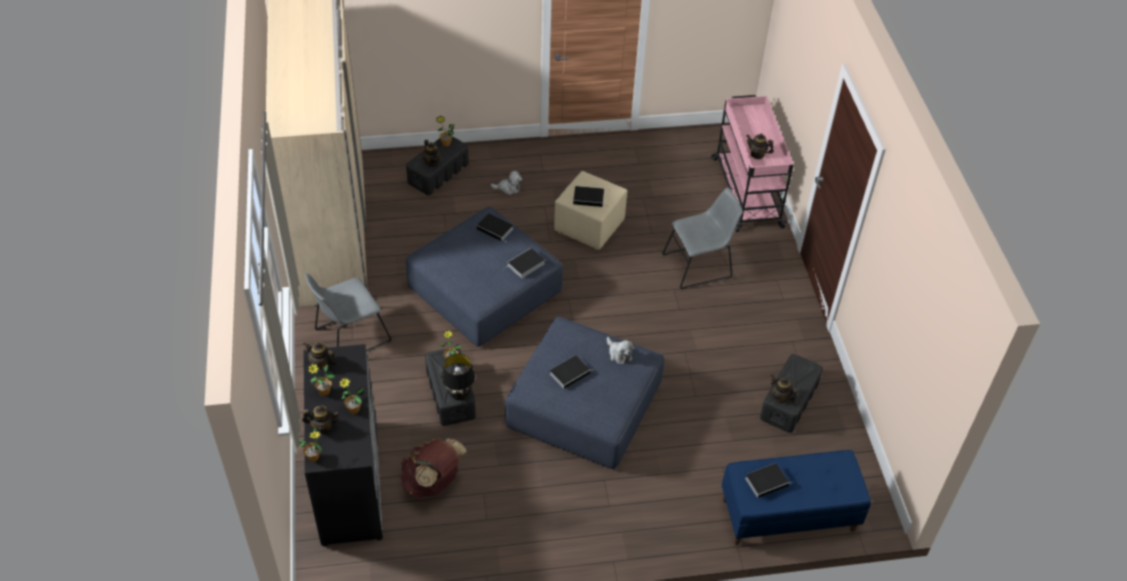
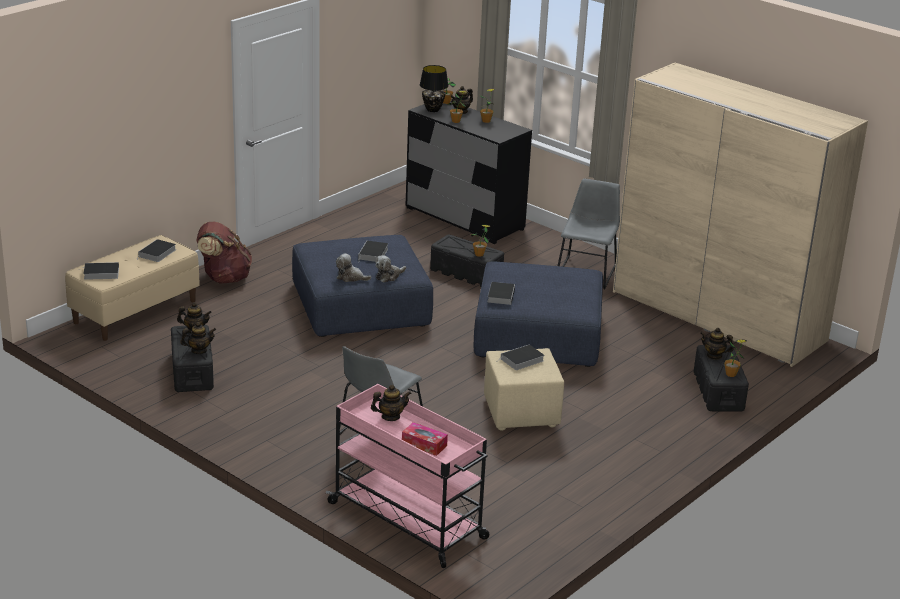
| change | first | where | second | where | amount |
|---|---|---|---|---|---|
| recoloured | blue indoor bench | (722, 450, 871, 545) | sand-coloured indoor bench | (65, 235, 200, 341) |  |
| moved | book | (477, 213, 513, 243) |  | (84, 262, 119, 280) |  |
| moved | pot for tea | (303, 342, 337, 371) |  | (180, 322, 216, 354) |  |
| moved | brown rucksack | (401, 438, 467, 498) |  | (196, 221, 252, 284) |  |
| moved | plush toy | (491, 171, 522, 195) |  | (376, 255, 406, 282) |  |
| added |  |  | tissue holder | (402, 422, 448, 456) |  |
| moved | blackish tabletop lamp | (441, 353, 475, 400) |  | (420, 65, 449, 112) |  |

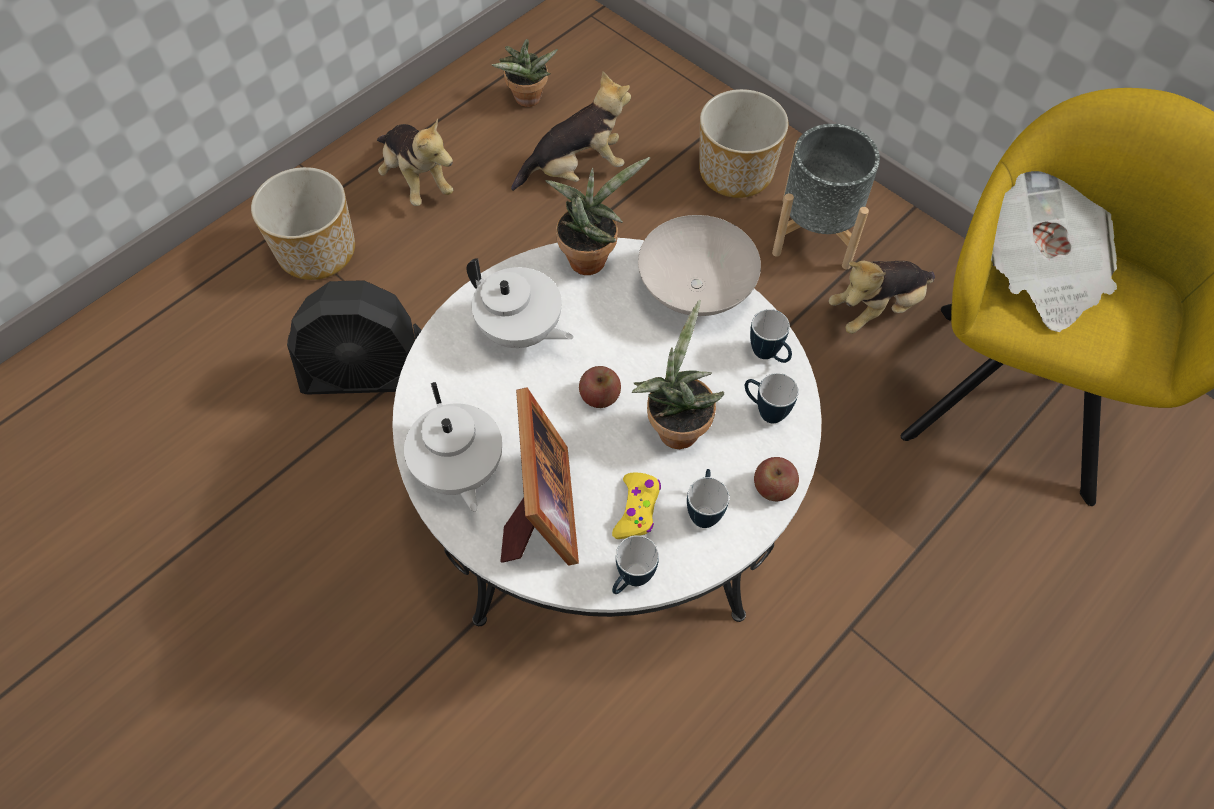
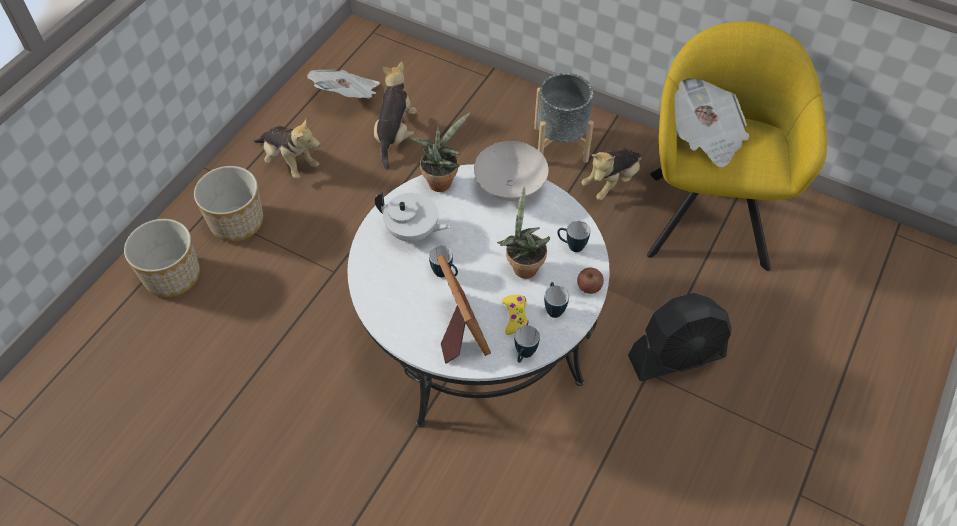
| change | first | where | second | where | amount |
|---|---|---|---|---|---|
| moved | planter | (699, 89, 788, 198) |  | (124, 219, 200, 297) |  |
| replaced | houseplant | (492, 39, 558, 107) | newspaper | (307, 70, 380, 98) |  |
| turned | plush toy | (511, 71, 631, 191) |  | (374, 62, 417, 170) | 45 degrees counterclockwise |
| moved | mug | (750, 309, 792, 363) |  | (429, 246, 458, 277) |  |
| moved | blackish cooling fan | (287, 280, 422, 394) |  | (628, 293, 732, 381) |  |
| removed | white-coloured pot for tea | (404, 382, 502, 512) |  |  |  |
| removed | whole apple | (579, 366, 621, 408) |  |  |  |

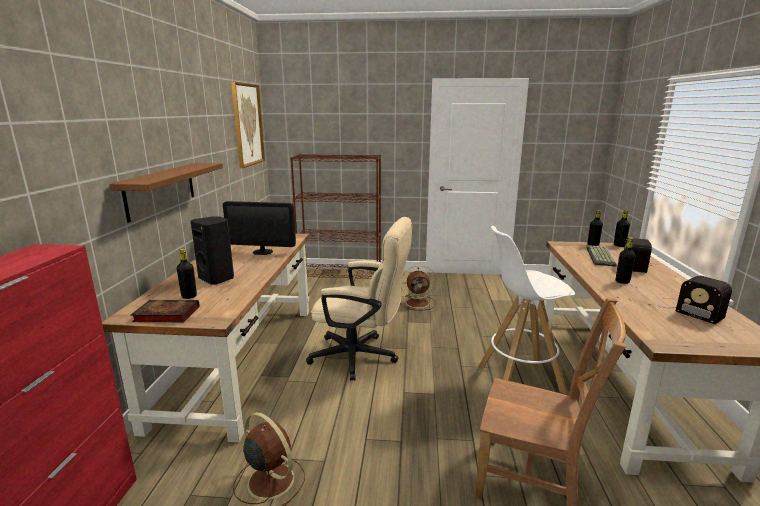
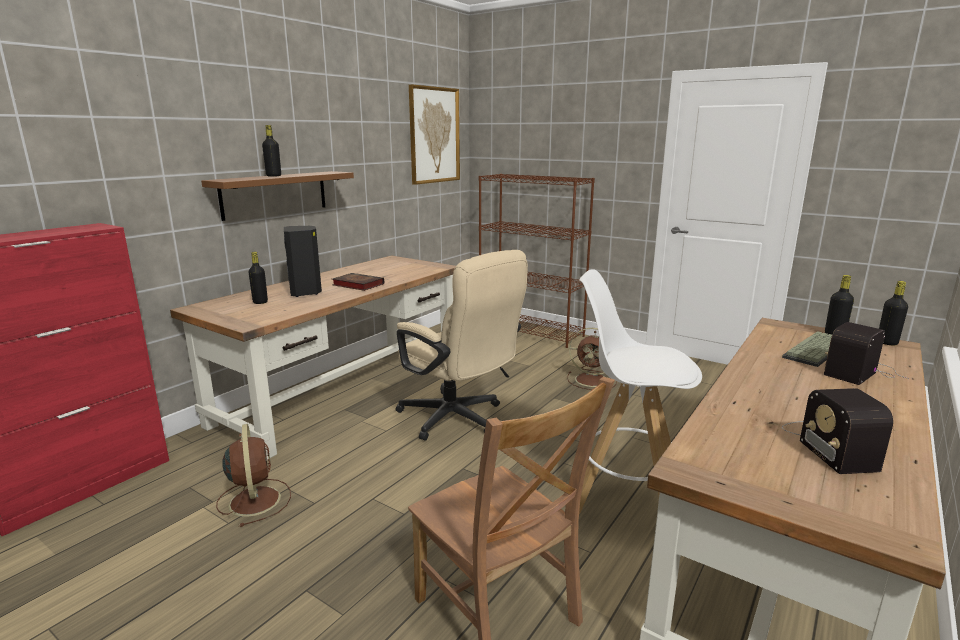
| change | first | where | second | where | amount |
|---|---|---|---|---|---|
| moved | blackish drink bottle | (616, 237, 636, 284) |  | (262, 125, 281, 177) |  |
| moved | book | (131, 300, 199, 322) |  | (332, 273, 384, 291) |  |
| removed | computer display | (223, 201, 296, 255) |  |  |  |

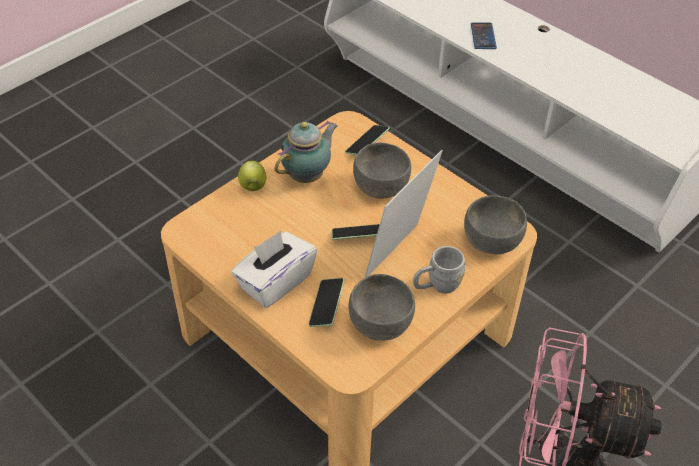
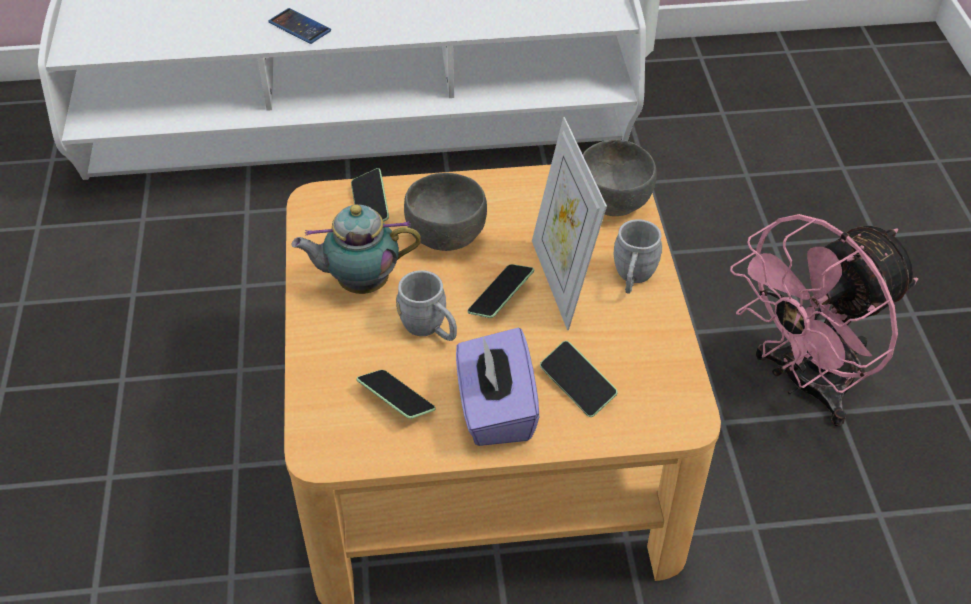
| change | first | where | second | where | amount |
|---|---|---|---|---|---|
| turned | pot for tea | (274, 121, 338, 183) |  | (291, 204, 421, 294) | 90 degrees counterclockwise |
| added |  |  | handset | (356, 370, 436, 419) |  |
| added |  |  | gray mug | (396, 270, 457, 341) |  |
| recoloured | white-coloured tissue holder | (231, 231, 317, 308) | purple-coloured tissue holder | (456, 327, 539, 446) |  |
| removed | whole apple | (238, 161, 266, 191) |  |  |  |
| removed | gray deep dish | (349, 274, 415, 340) |  |  |  |

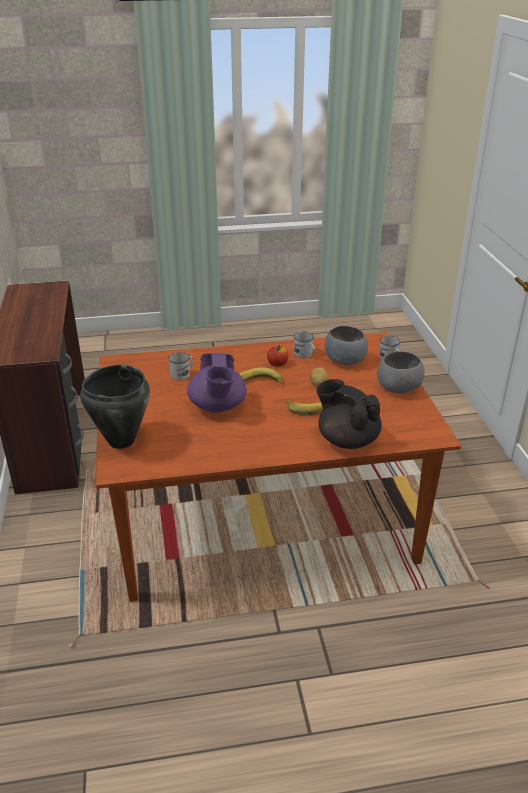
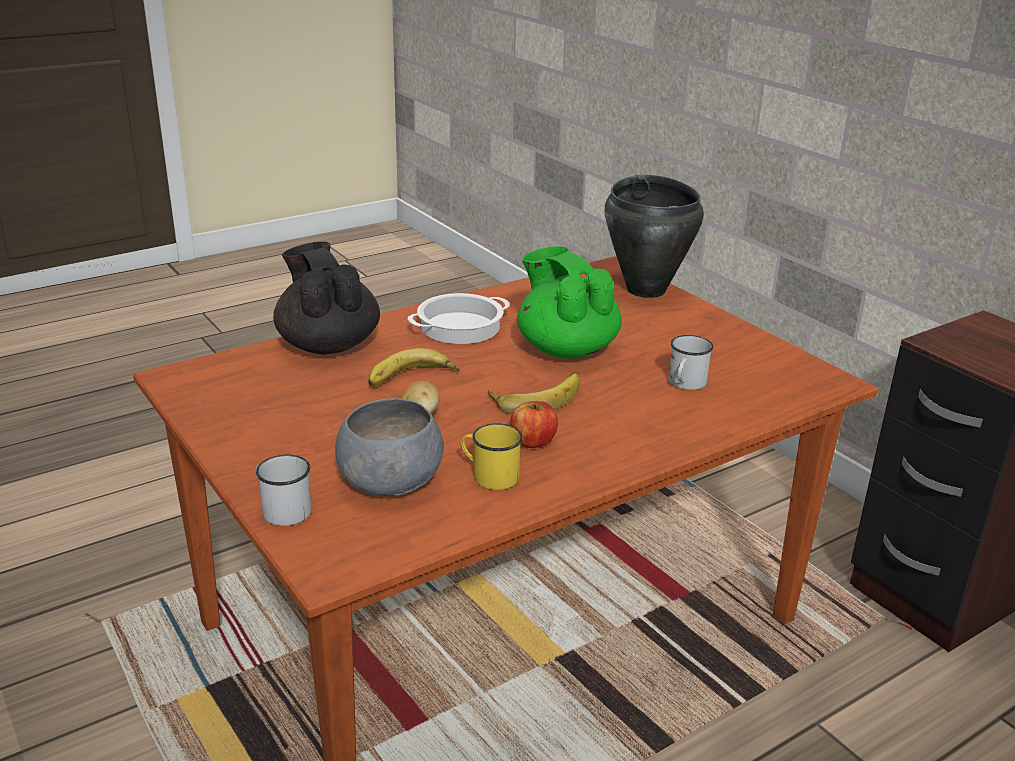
| change | first | where | second | where | amount |
|---|---|---|---|---|---|
| turned | blackish pot for tea | (316, 379, 382, 449) |  | (273, 242, 380, 354) | 135 degrees counterclockwise |
| added |  |  | stockpot | (408, 293, 510, 344) |  |
| recoloured | white-coloured mug | (294, 331, 315, 358) | yellow-coloured mug | (461, 423, 523, 490) |  |
| recoloured | purple-coloured pot for tea | (187, 353, 247, 413) | greenish pot for tea | (517, 246, 622, 359) |  |
| removed | gray deep dish | (377, 351, 425, 394) |  |  |  |

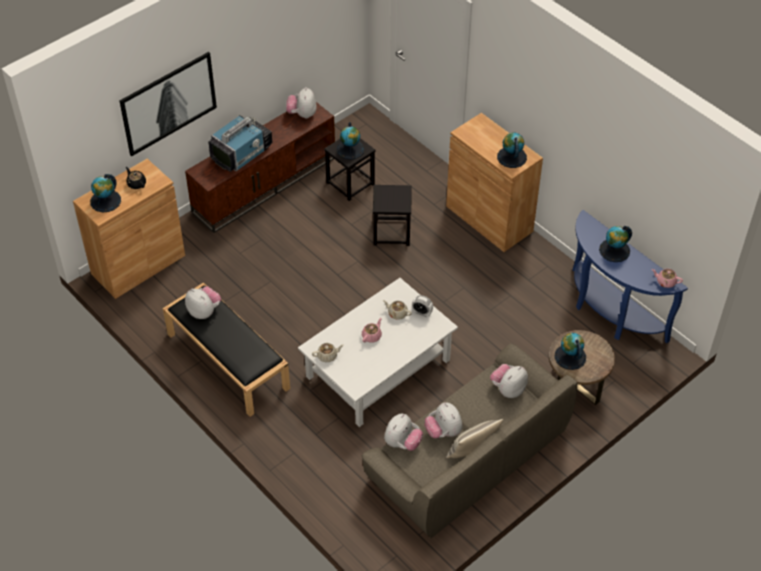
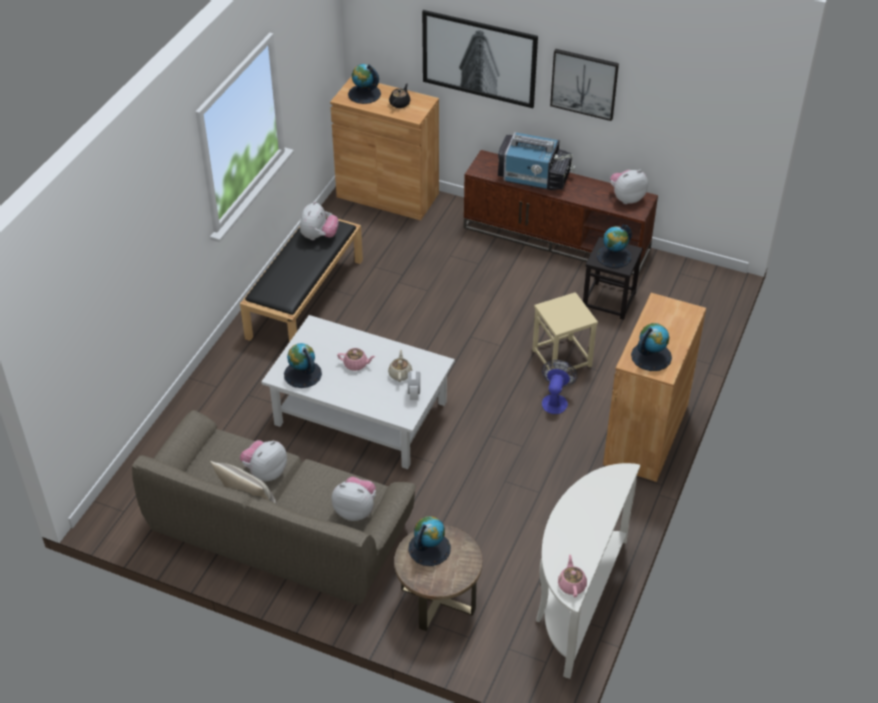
| change | first | where | second | where | amount |
|---|---|---|---|---|---|
| moved | desk globe | (599, 226, 632, 262) |  | (284, 343, 322, 388) |  |
| recoloured | blackish stool seat | (373, 185, 412, 246) | sand-coloured stool seat | (532, 292, 598, 372) |  |
| recoloured | blue narrow table | (572, 210, 688, 343) | white-coloured narrow table | (536, 463, 640, 679) |  |
| added |  |  | cooling fan | (542, 360, 577, 414) |  |
| added |  |  | wall picture | (550, 49, 619, 121) |  |
| removed | sand-coloured pot for tea | (312, 343, 344, 362) |  |  |  |
| removed | plush toy | (384, 414, 423, 451) |  |  |  |

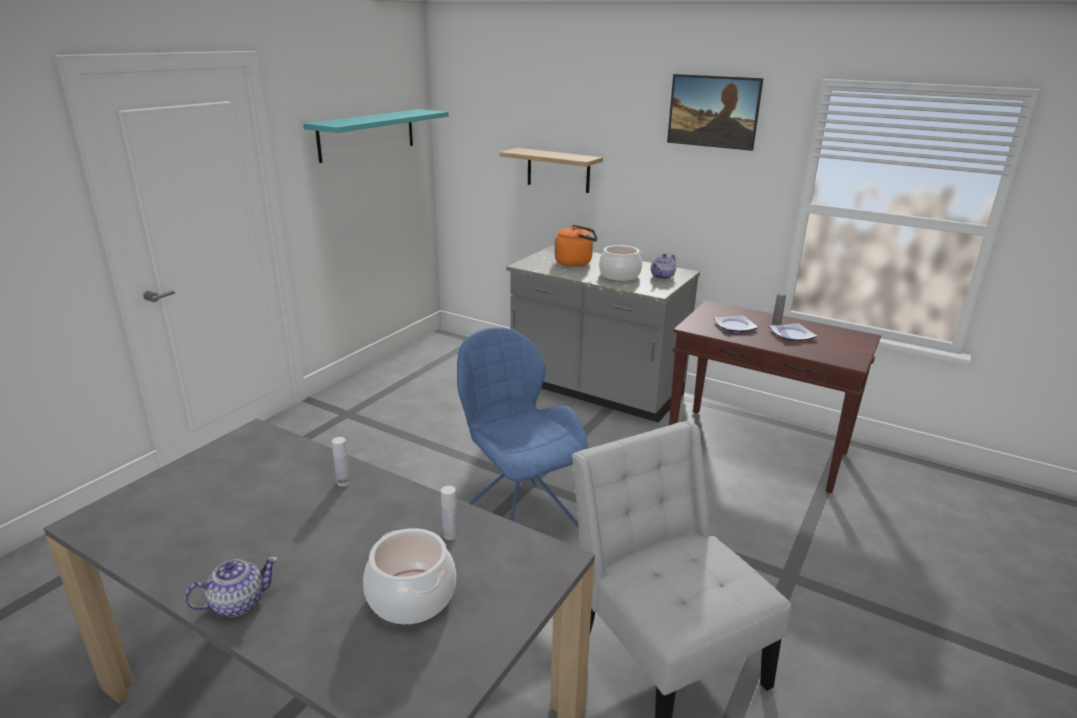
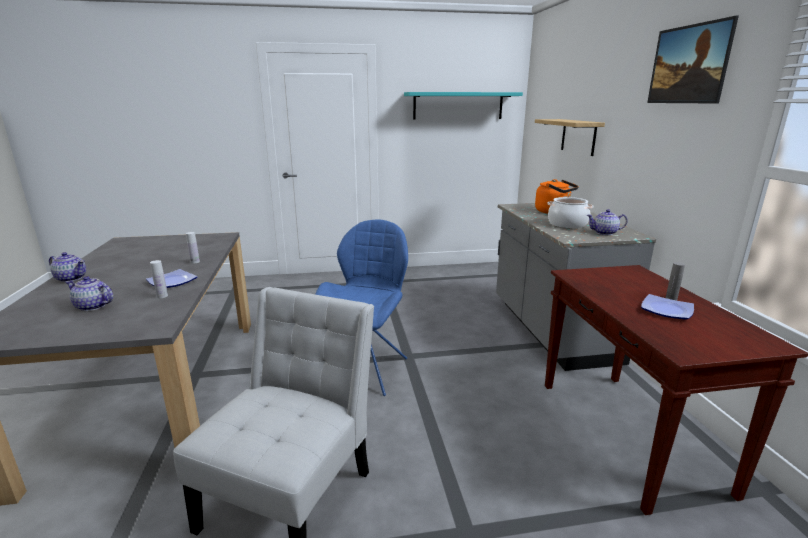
| change | first | where | second | where | amount |
|---|---|---|---|---|---|
| replaced | stockpot | (363, 528, 456, 624) | pot for tea | (65, 276, 113, 311) |  |
| moved | plate | (713, 315, 758, 332) |  | (146, 269, 198, 288) |  |

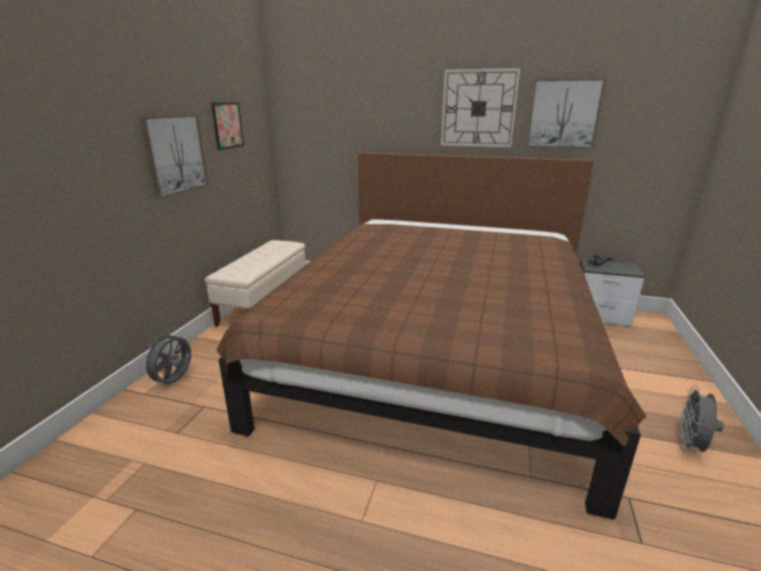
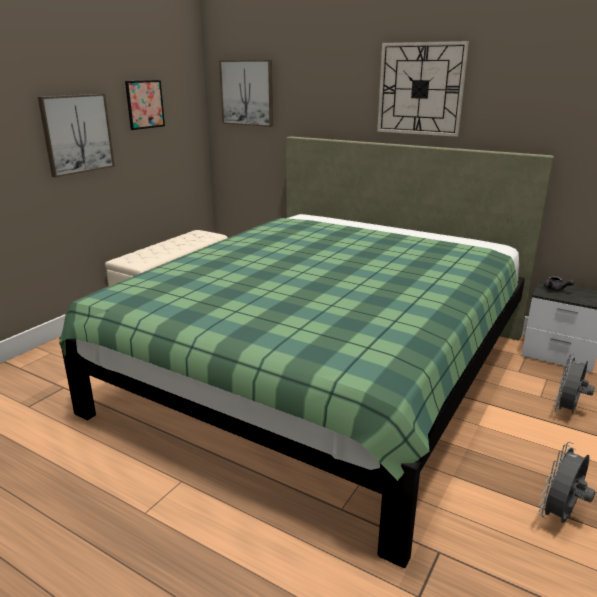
| change | first | where | second | where | amount |
|---|---|---|---|---|---|
| recoloured | brown bed | (216, 152, 646, 519) | greenish bed | (59, 136, 554, 568) |  |
| moved | wall picture | (527, 79, 605, 148) |  | (219, 60, 273, 127) |  |
| moved | gray cooling fan | (141, 332, 191, 385) |  | (555, 353, 595, 414) |  |

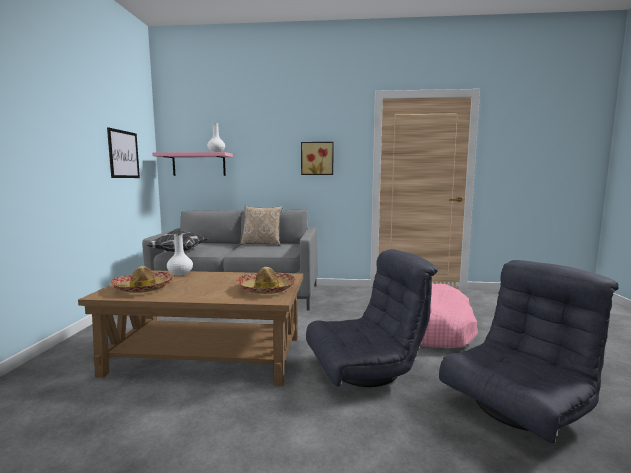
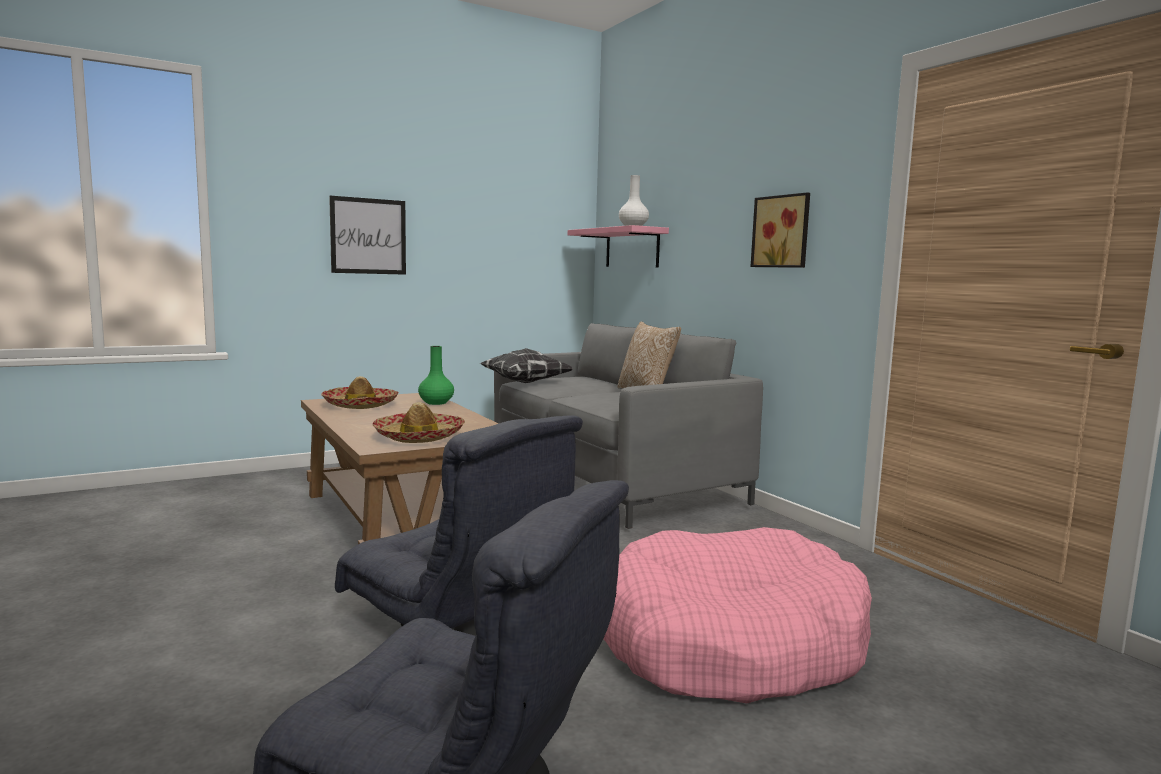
| change | first | where | second | where | amount |
|---|---|---|---|---|---|
| moved | wall picture | (107, 127, 140, 178) |  | (329, 196, 406, 275) |  |
| recoloured | white-coloured vase | (167, 234, 193, 276) | greenish vase | (418, 346, 454, 405) |  |

